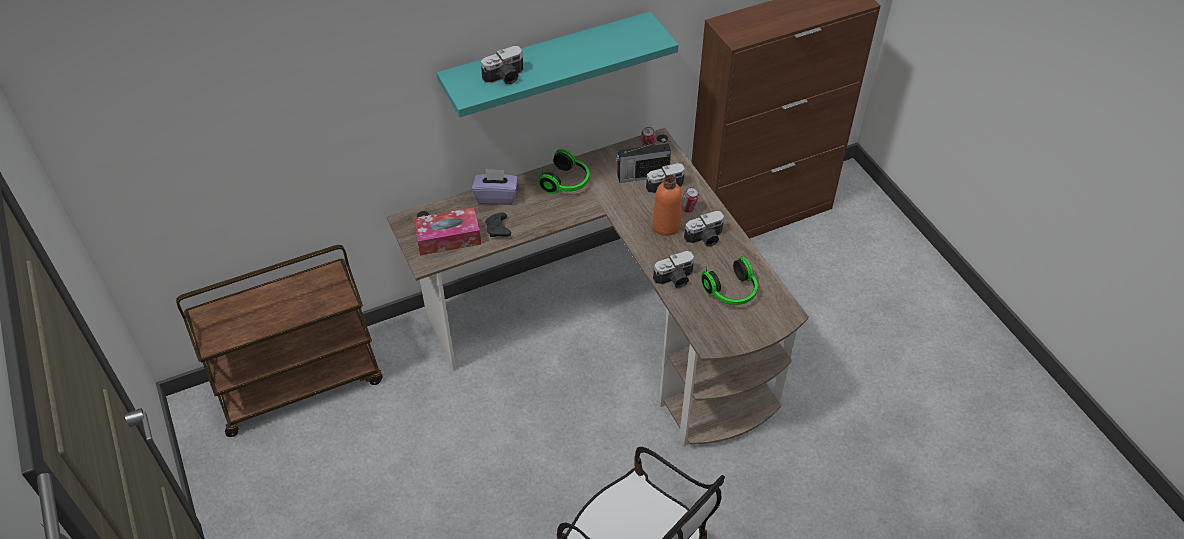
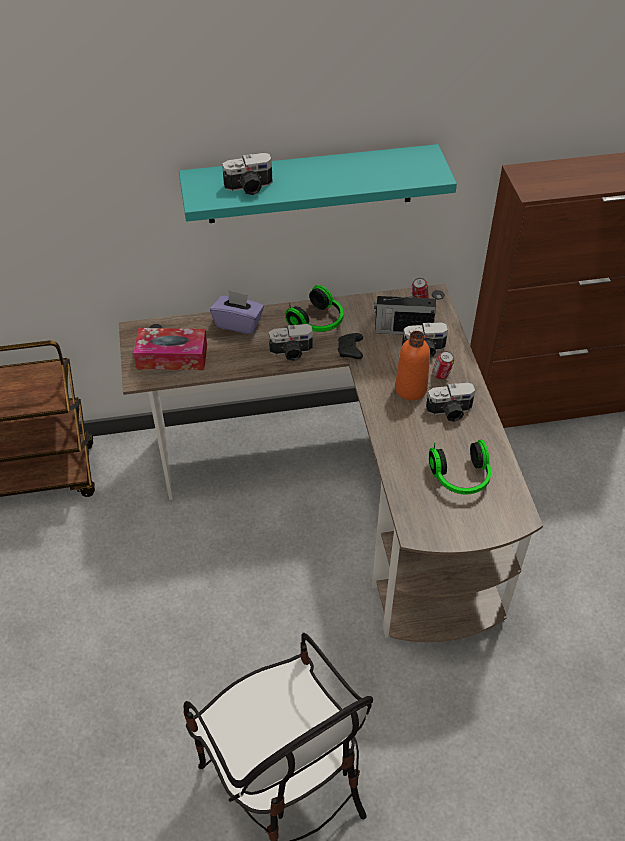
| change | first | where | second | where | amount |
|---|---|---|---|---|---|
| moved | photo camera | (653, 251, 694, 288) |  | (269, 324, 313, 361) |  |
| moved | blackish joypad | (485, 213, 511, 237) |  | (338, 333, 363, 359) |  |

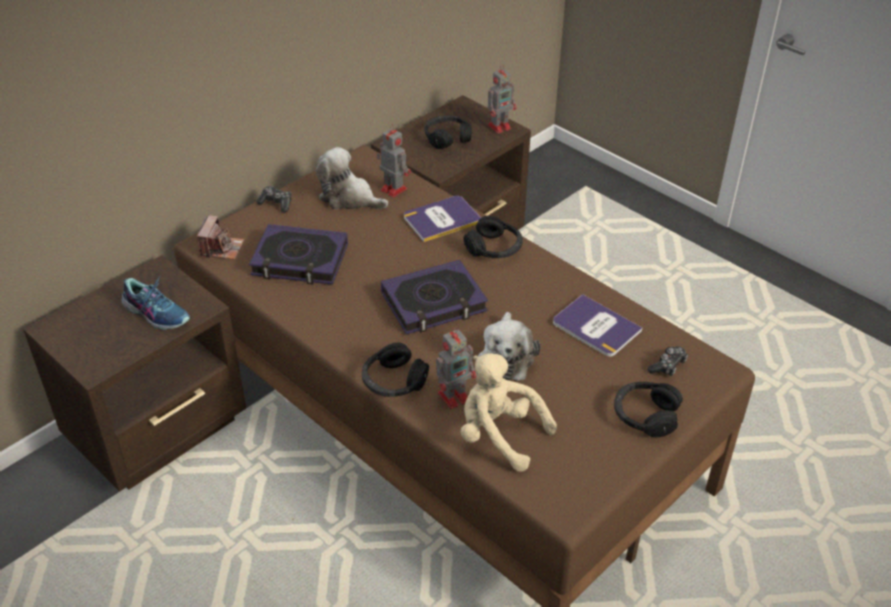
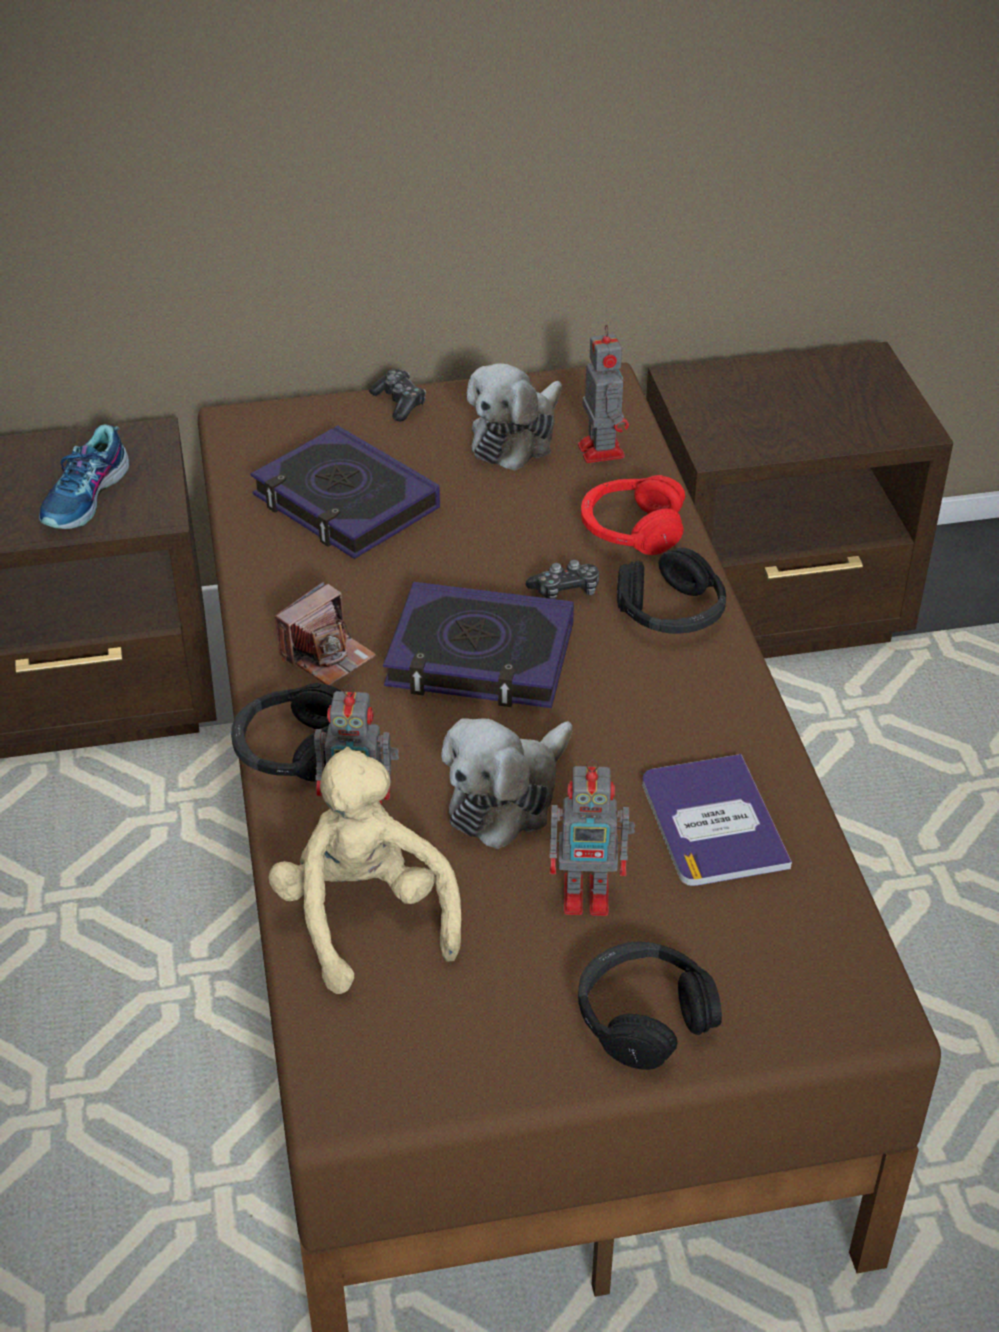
| change | first | where | second | where | amount |
|---|---|---|---|---|---|
| turned | low shoe | (122, 277, 190, 331) |  | (39, 425, 129, 529) | 45 degrees clockwise |
| moved | photo camera | (196, 215, 244, 259) |  | (275, 582, 376, 686) |  |
| turned | plush toy | (315, 147, 388, 209) |  | (467, 363, 562, 471) | 120 degrees counterclockwise |
| moved | joypad | (647, 346, 688, 376) |  | (526, 560, 599, 599) |  |
| moved | toy robot | (488, 65, 516, 134) |  | (549, 759, 635, 916) |  |
| replaced | book | (404, 196, 481, 242) | red headphones | (581, 475, 685, 555) |  |
| removed | blackish headphones | (425, 115, 472, 149) |  |  |  |

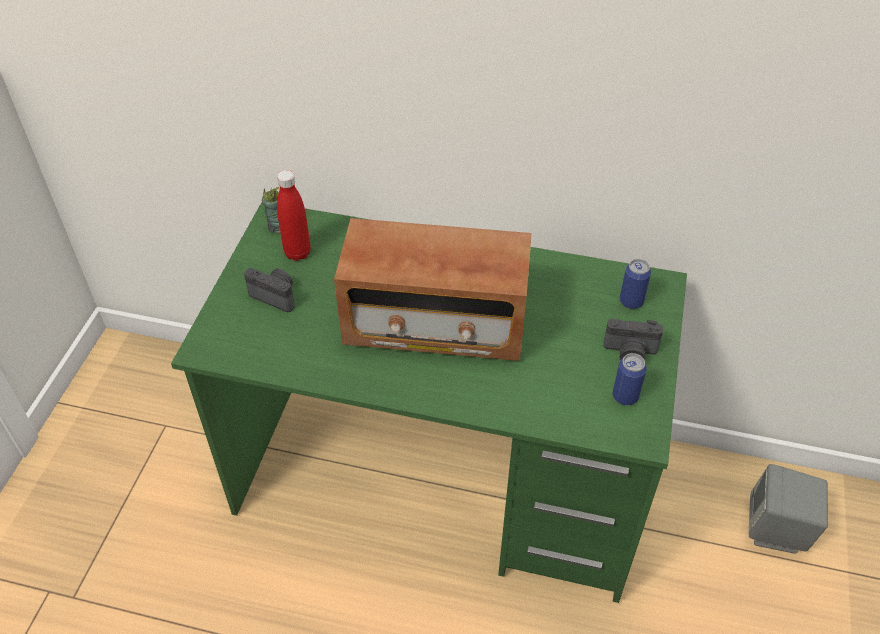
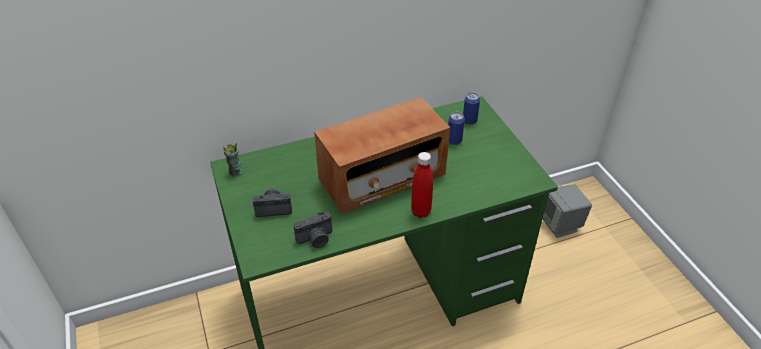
| change | first | where | second | where | amount |
|---|---|---|---|---|---|
| moved | photo camera | (604, 319, 663, 360) |  | (294, 211, 332, 248) |  |
| moved | red drink bottle | (277, 170, 311, 261) |  | (411, 152, 433, 218) |  |
| moved | metal can | (613, 353, 647, 405) |  | (448, 112, 465, 145) |  |

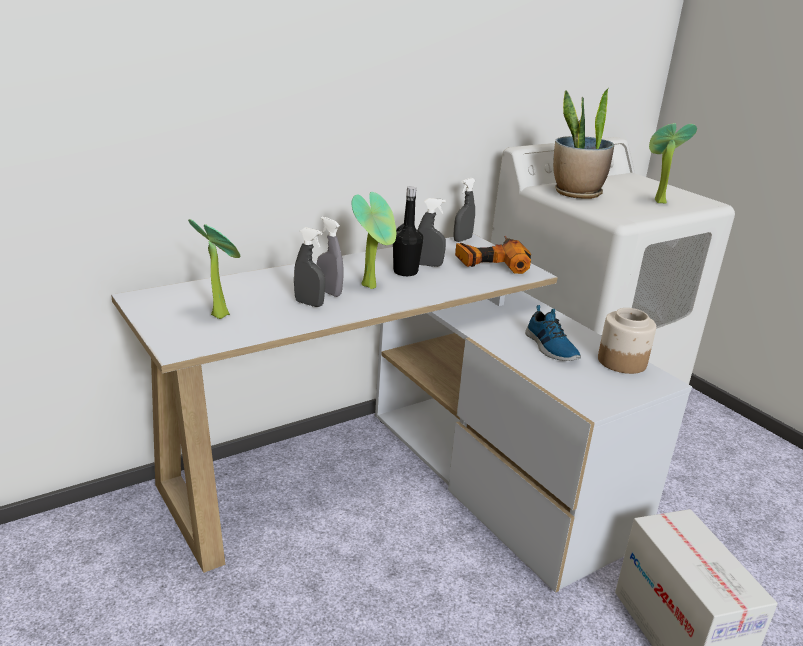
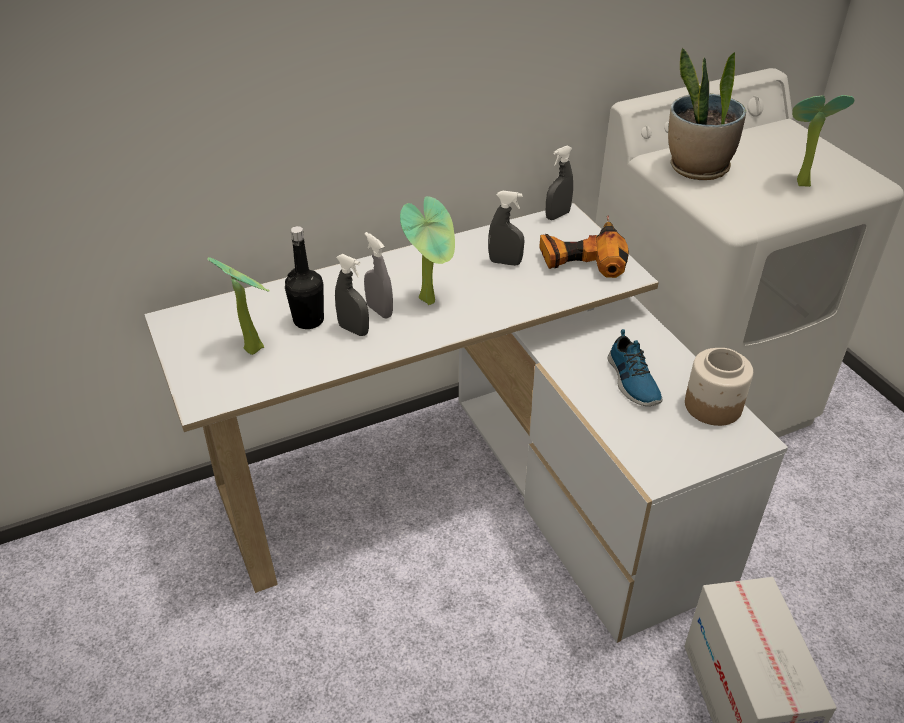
| change | first | where | second | where | amount |
|---|---|---|---|---|---|
| moved | blackish drink bottle | (393, 186, 423, 276) |  | (285, 226, 324, 329) |  |

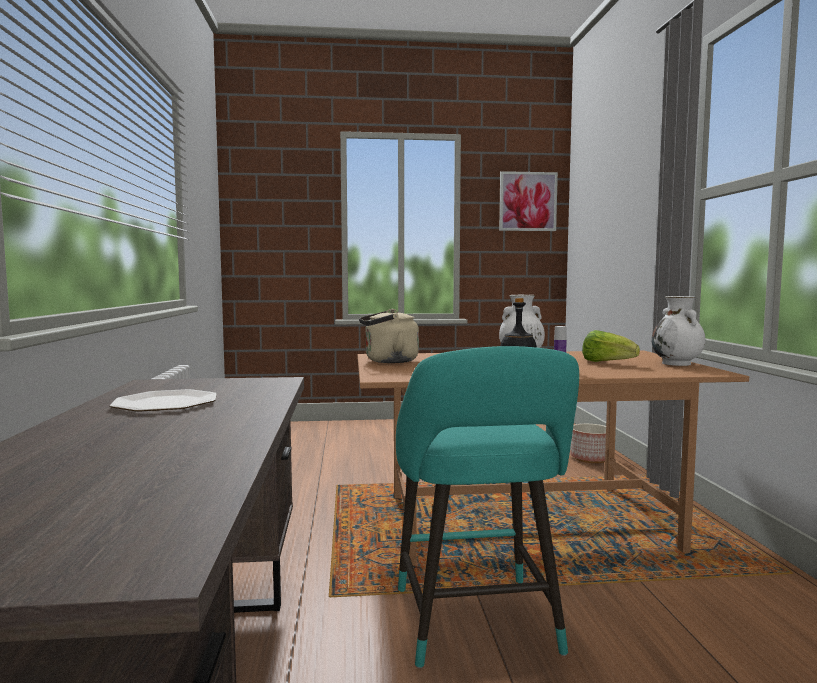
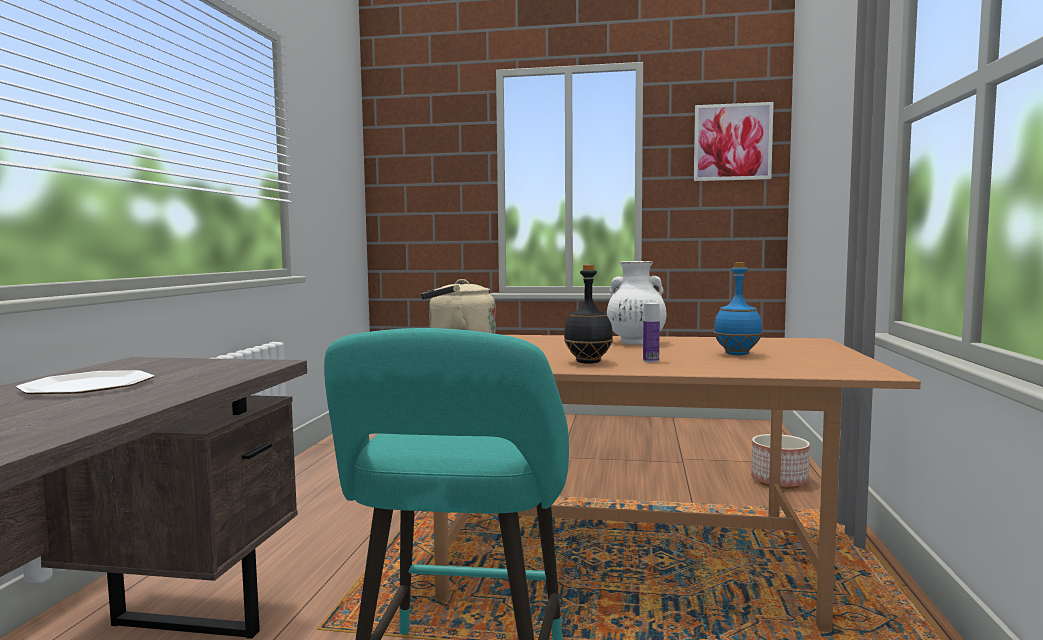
| change | first | where | second | where | amount |
|---|---|---|---|---|---|
| replaced | lettuce head | (582, 330, 640, 362) | blue drink bottle | (714, 262, 762, 355) |  |
| removed | white-coloured vase | (652, 296, 706, 366) |  |  |  |

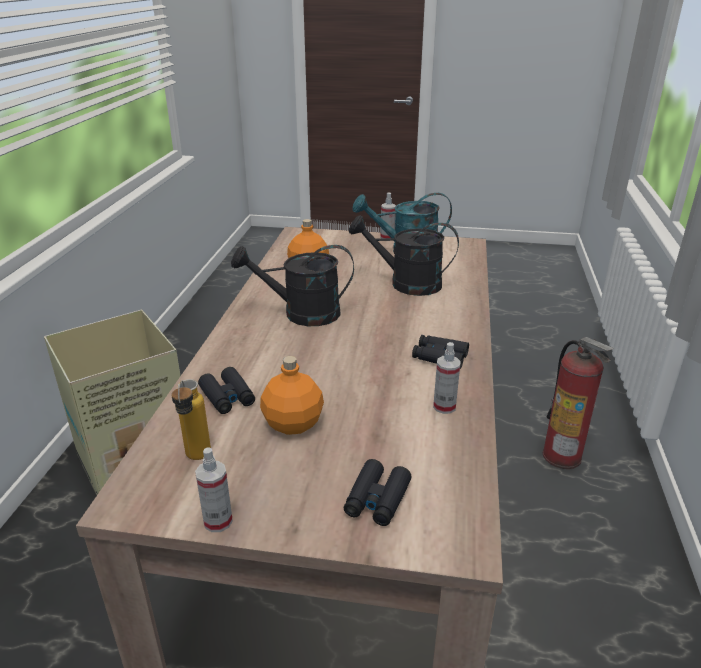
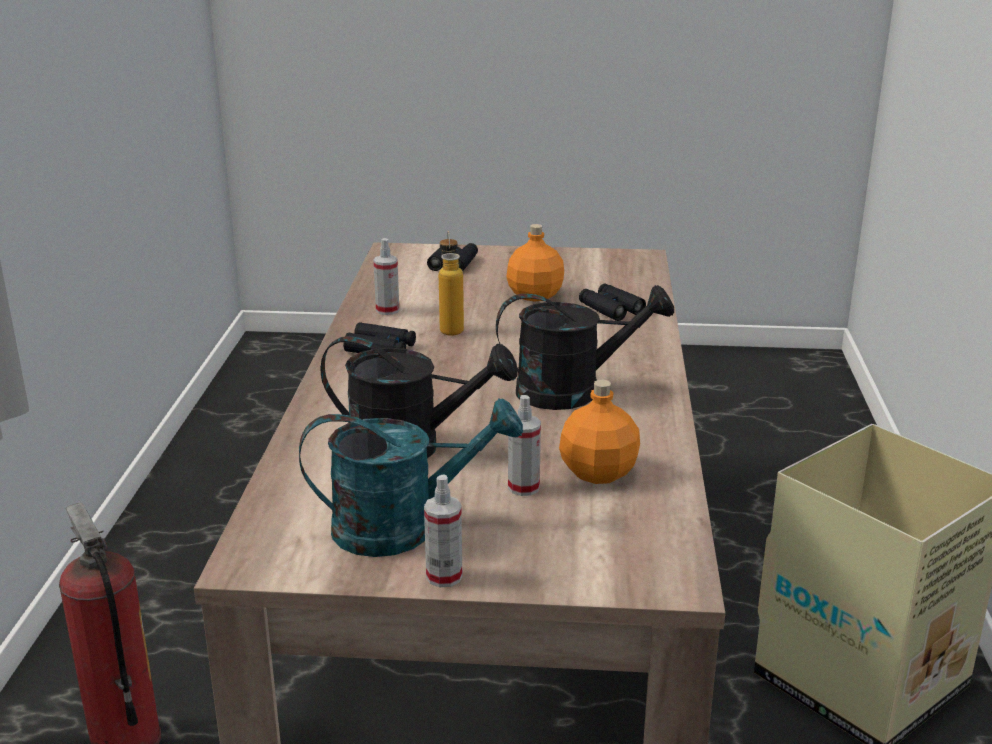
| change | first | where | second | where | amount |
|---|---|---|---|---|---|
| moved | drink bottle | (171, 379, 211, 460) |  | (439, 231, 464, 336) |  |
| moved | spray bottle | (195, 447, 233, 532) |  | (508, 395, 541, 496) |  |

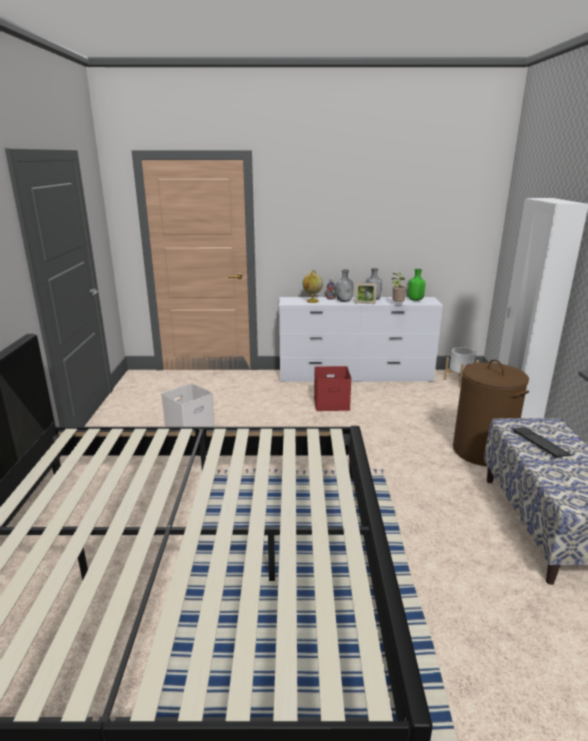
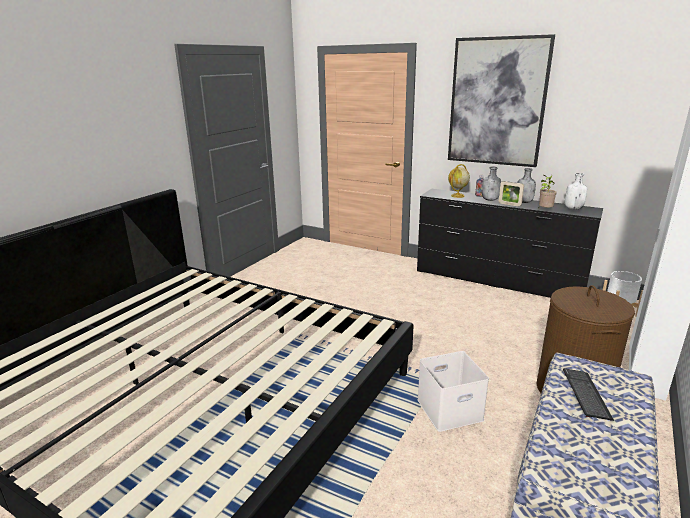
| change | first | where | second | where | amount |
|---|---|---|---|---|---|
| recoloured | white-coloured dresser | (279, 297, 443, 382) | blackish dresser | (417, 189, 603, 298) |  |
| moved | white-coloured storage box | (161, 383, 215, 427) |  | (418, 351, 489, 432) |  |
| added |  |  | wall picture | (448, 34, 555, 167) |  |
| recoloured | greenish drink bottle | (408, 269, 425, 301) | white-coloured drink bottle | (565, 173, 587, 210) |  |
| removed | red storage box | (314, 366, 352, 411) |  |  |  |

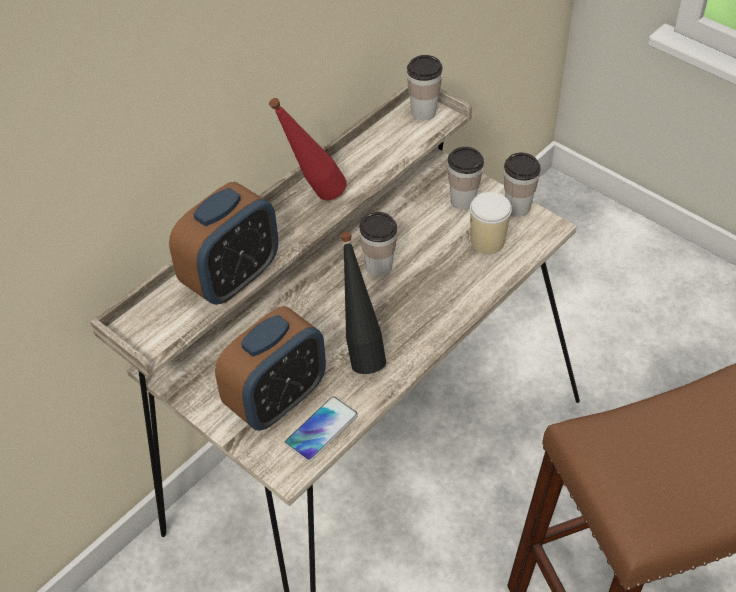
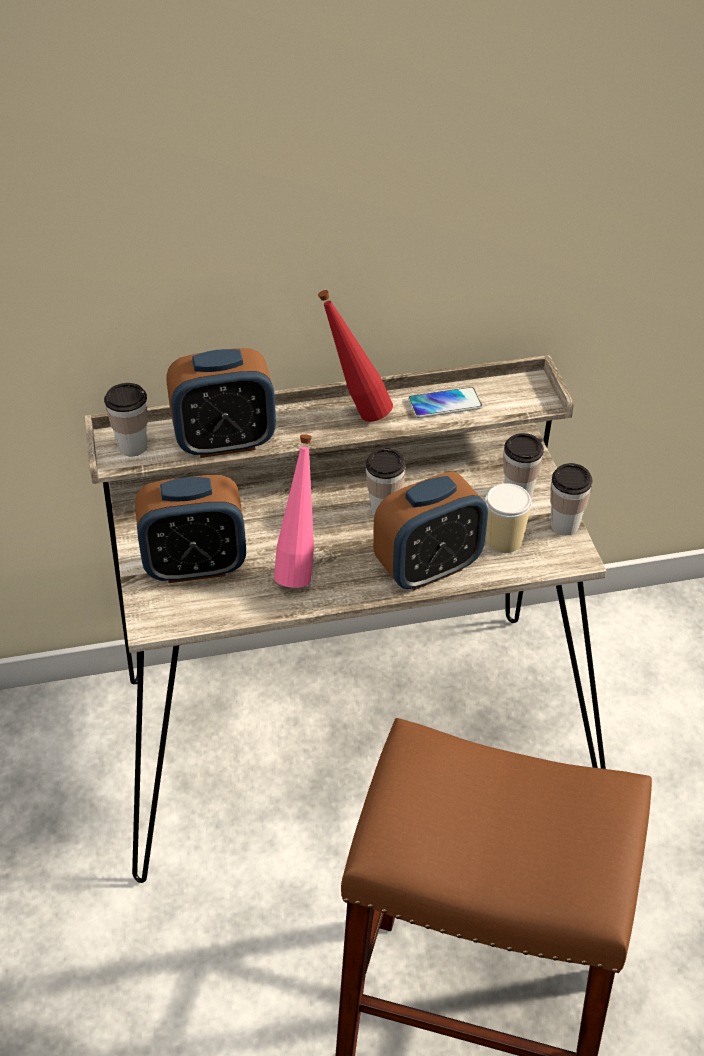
| change | first | where | second | where | amount |
|---|---|---|---|---|---|
| moved | cup | (407, 55, 443, 120) |  | (104, 383, 148, 456) |  |
| recoloured | blackish drink bottle | (340, 232, 386, 374) | pink-coloured drink bottle | (274, 434, 314, 588) |  |
| added |  |  | bedside clock | (373, 471, 488, 590) |  |
| moved | handset | (285, 396, 358, 462) |  | (408, 387, 483, 418) |  |

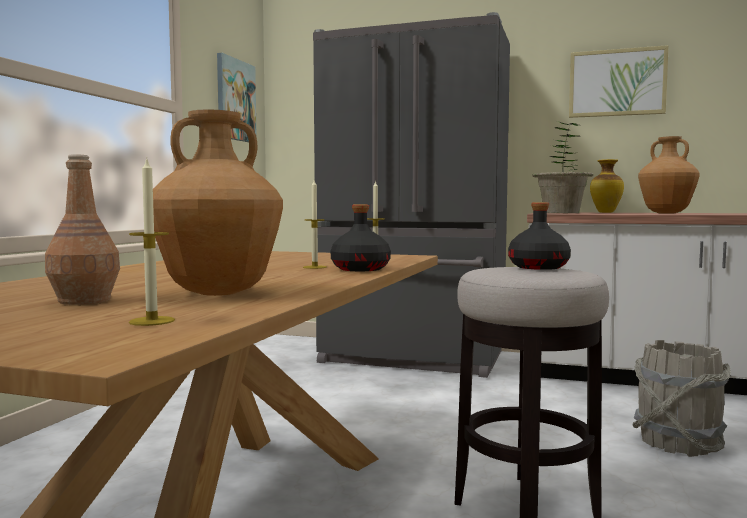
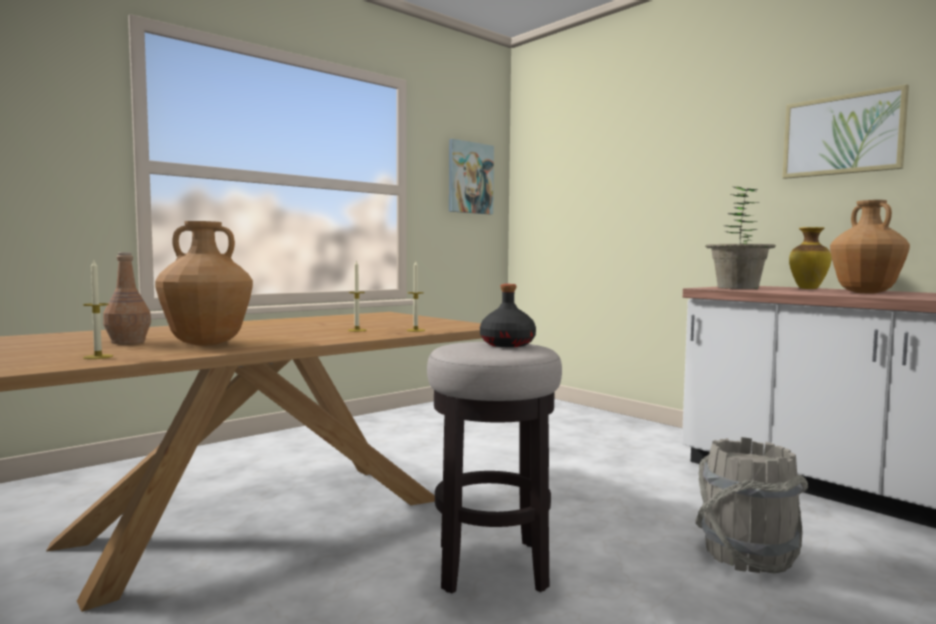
| change | first | where | second | where | amount |
|---|---|---|---|---|---|
| removed | gray refrigerator | (313, 12, 510, 378) |  |  |  |
| removed | blackish drink bottle | (330, 204, 391, 271) |  |  |  |

